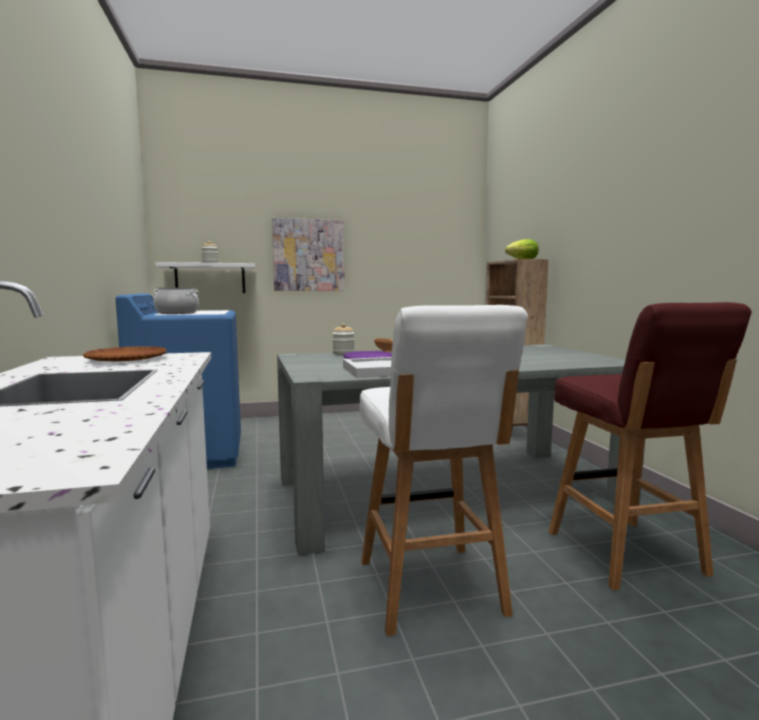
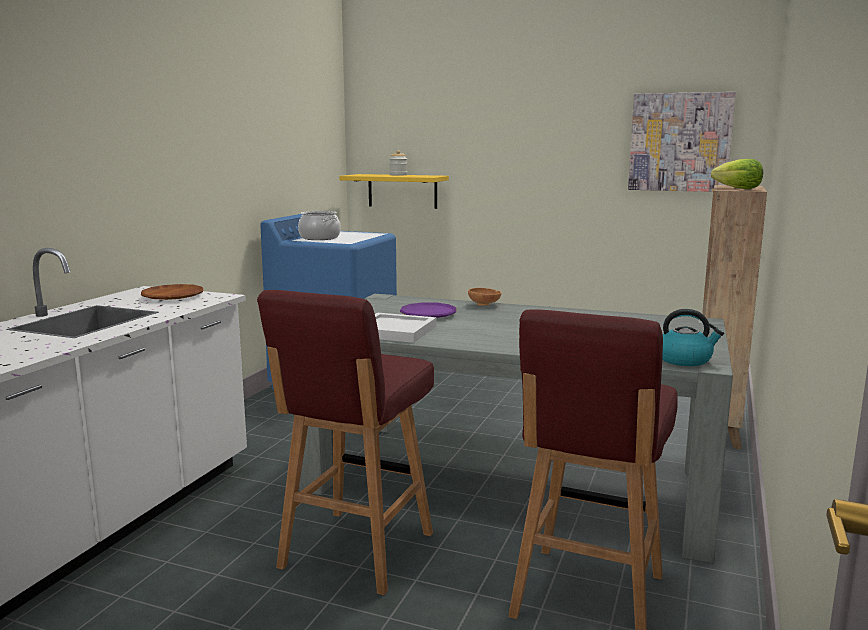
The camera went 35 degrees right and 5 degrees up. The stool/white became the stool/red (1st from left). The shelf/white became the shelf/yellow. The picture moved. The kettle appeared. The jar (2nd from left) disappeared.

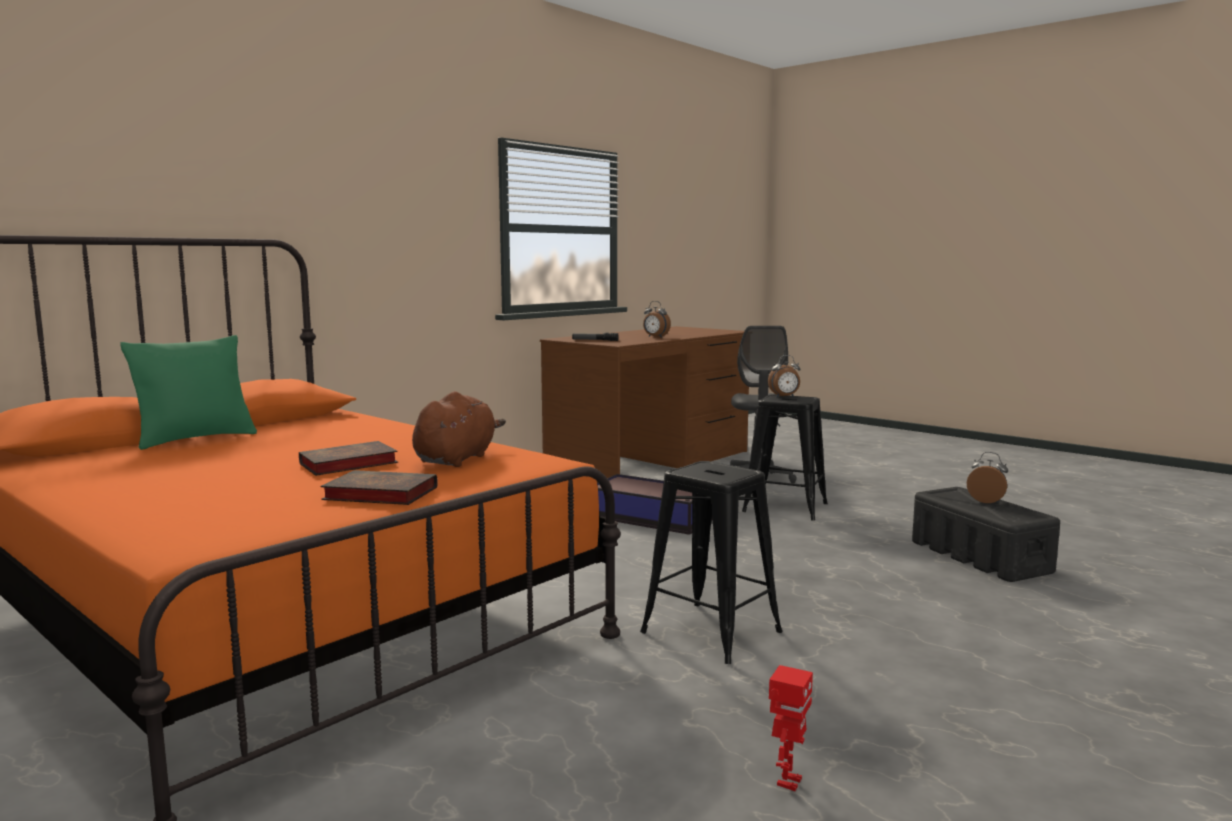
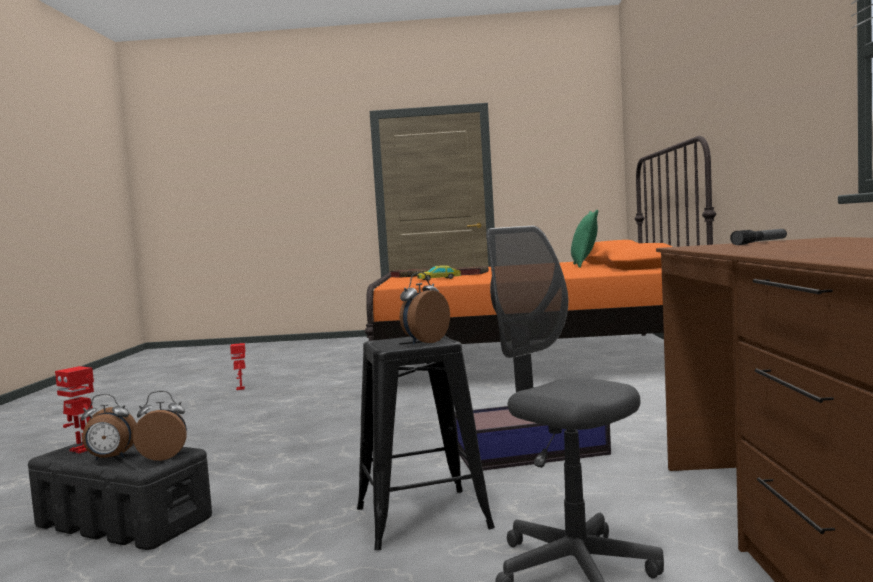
The camera went 140 degrees right and 5 degrees down. The toy robot (1st from left) appeared. The alarm clock (1st from left in the first image) moved. The plush toy/brown was replaced by the toy car. The stool/black (1st from left) disappeared.

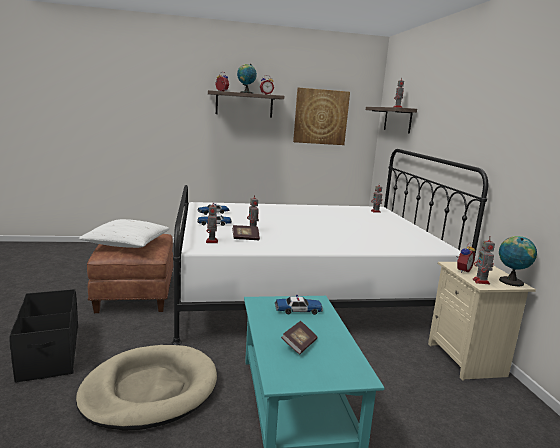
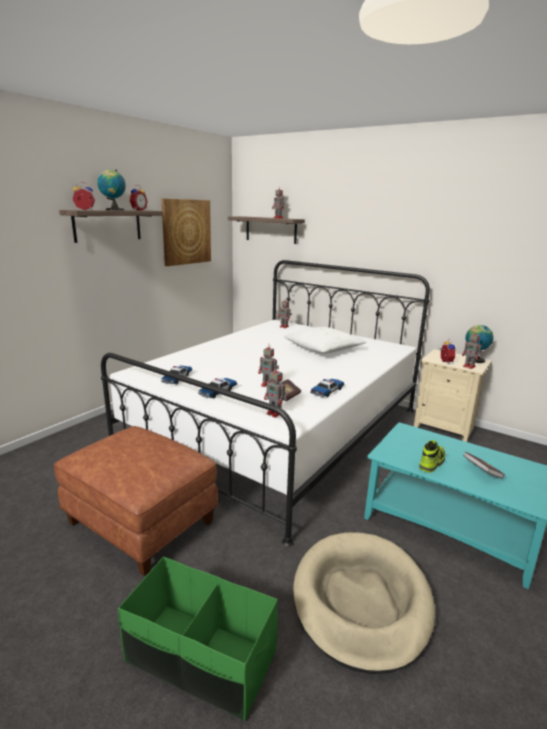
The camera went 45 degrees left and 5 degrees up. The storage box/black became the storage box/green. The pillow/white moved. The toy car (3rd from left) moved. The shoe appeared.

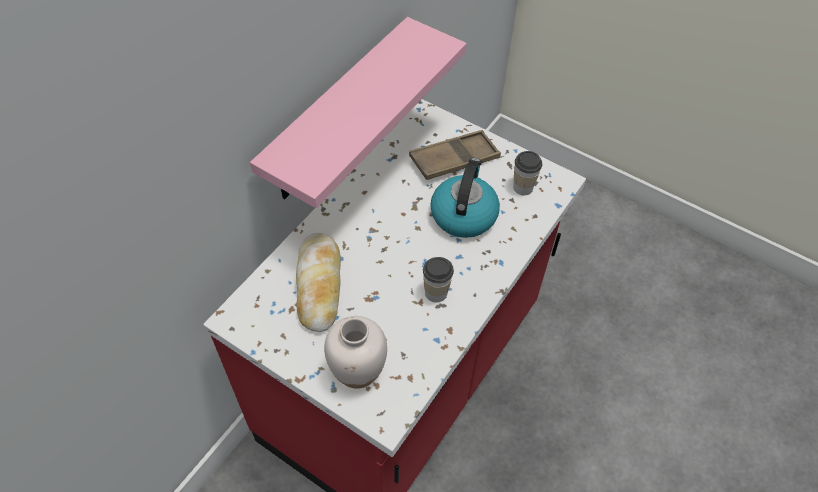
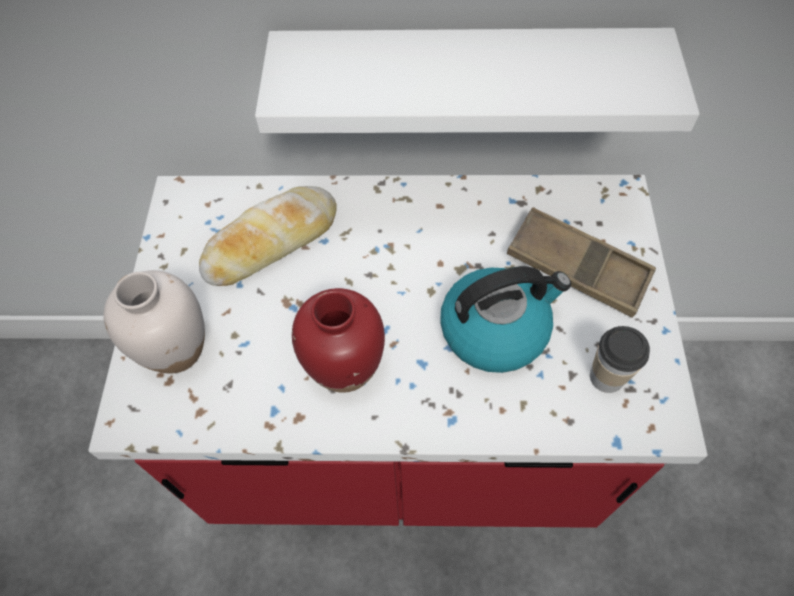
The camera went 60 degrees right and 5 degrees up. The shelf/pink became the shelf/white. The cup (1st from left) was replaced by the vase/red.

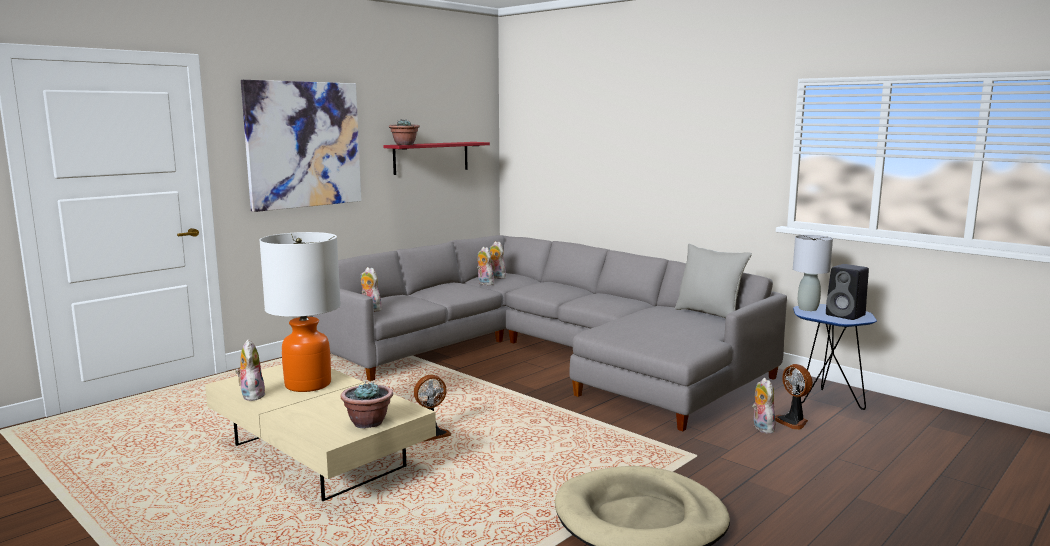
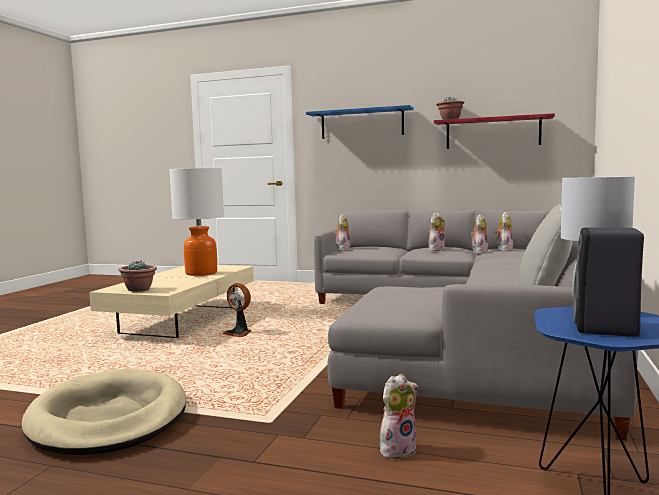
The camera went 65 degrees right and 5 degrees down. The picture was replaced by the shelf/blue. The plush toy (1st from left in the first image) moved. The fan (2nd from left) disappeared.

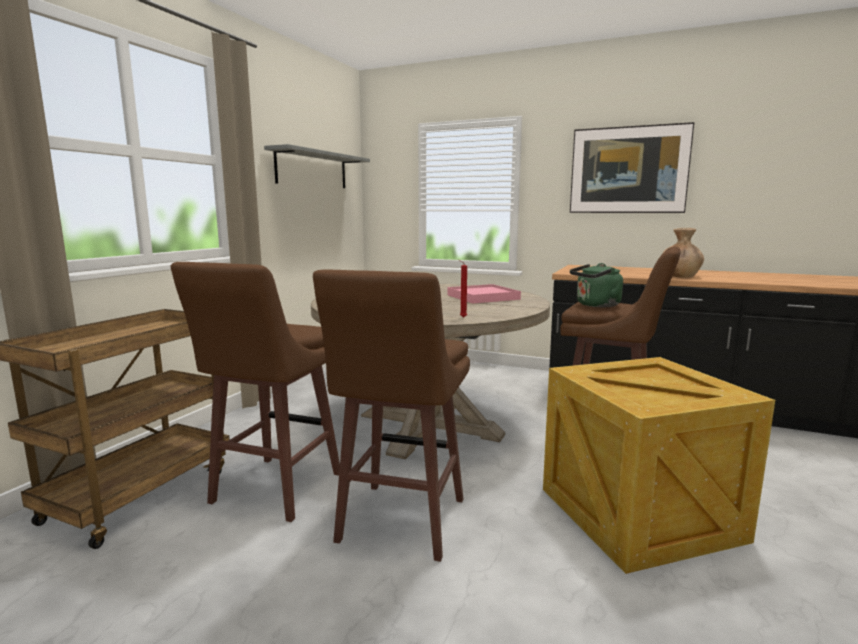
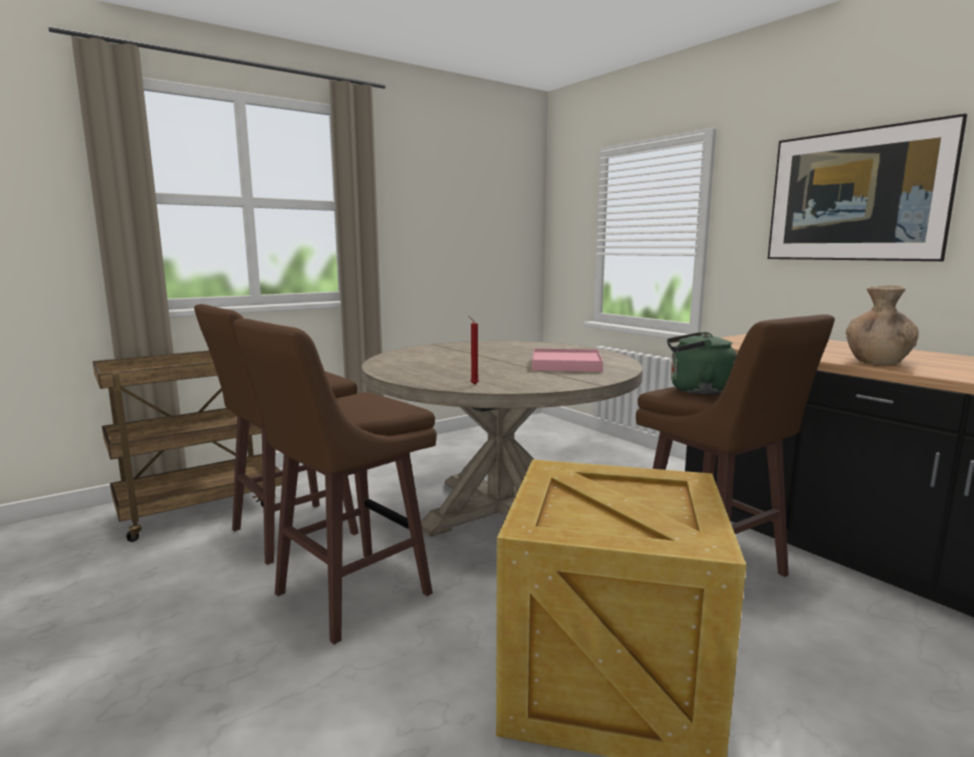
The camera went 30 degrees right and 0 degrees up. The shelf/grey disappeared.

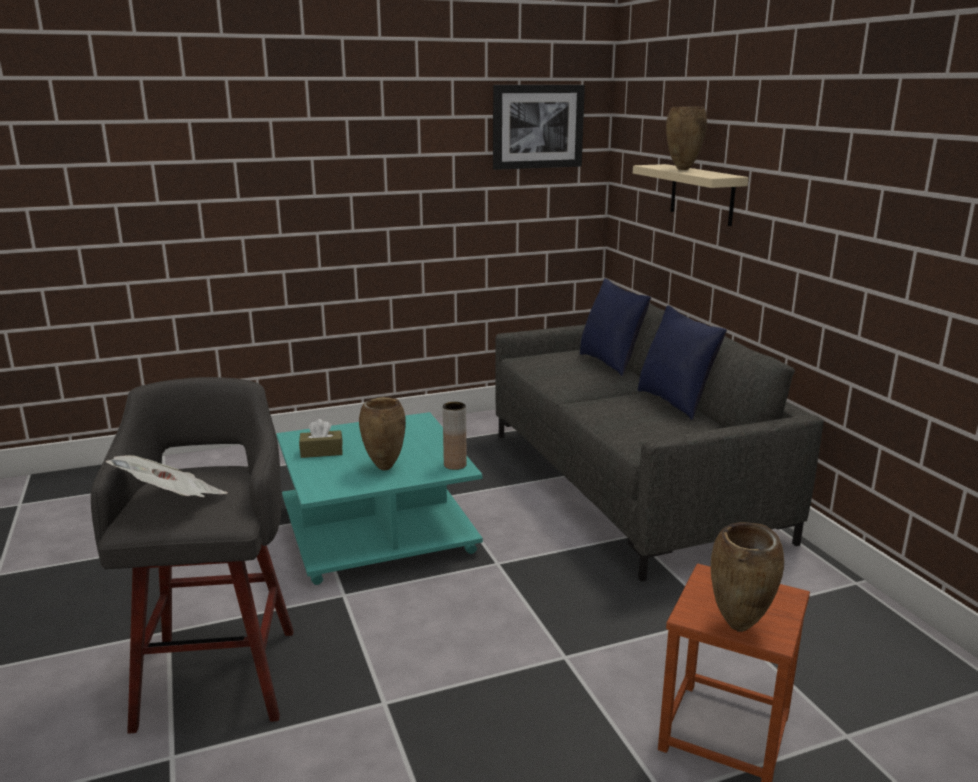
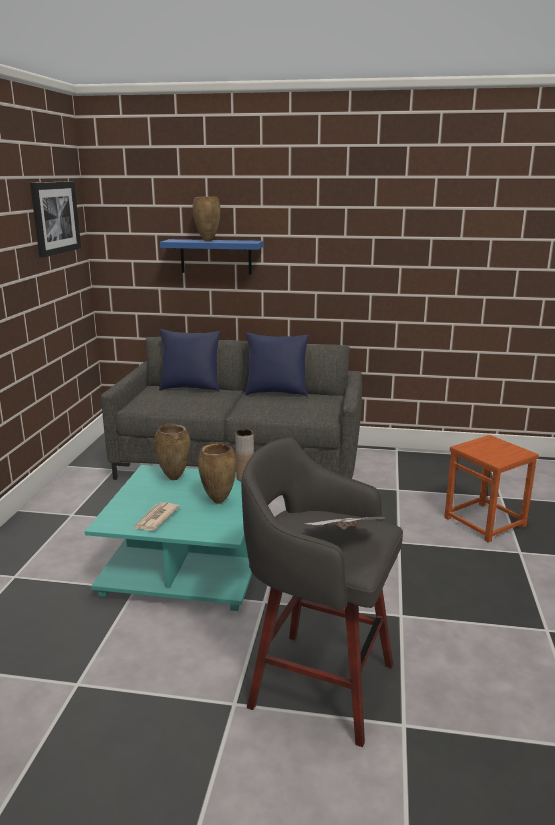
The camera went 60 degrees left and 0 degrees up. The tissue box/brown was replaced by the newspaper (1st from left). The vase/brown (4th from left in the first image) moved. The shelf/beige became the shelf/blue.

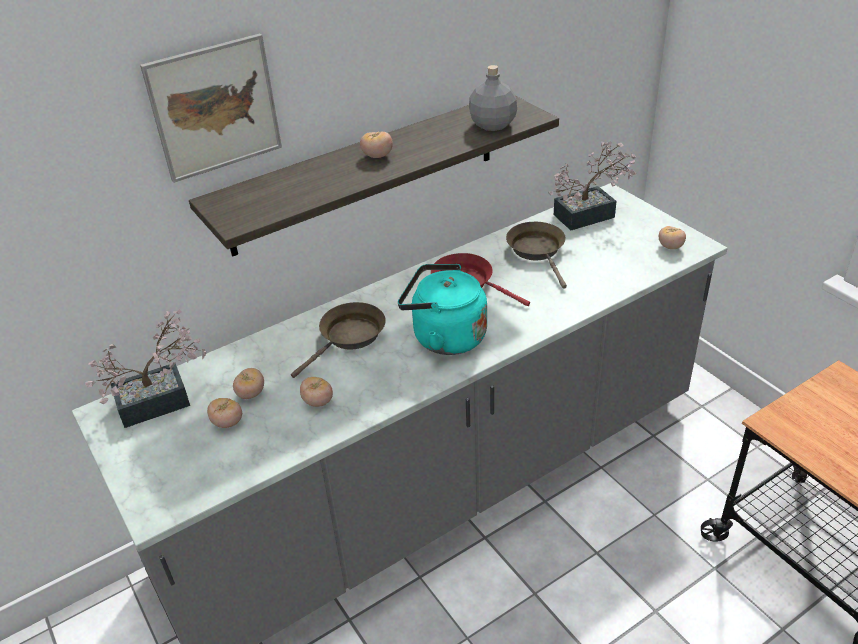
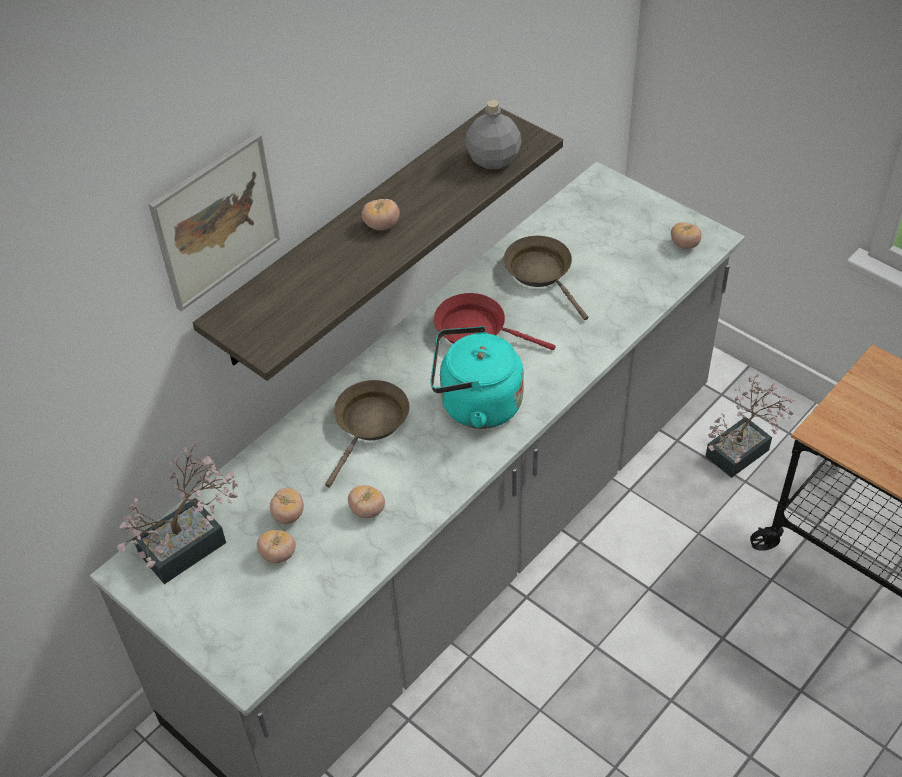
The camera went 15 degrees left and 10 degrees up. The potted plant (2nd from left) moved.

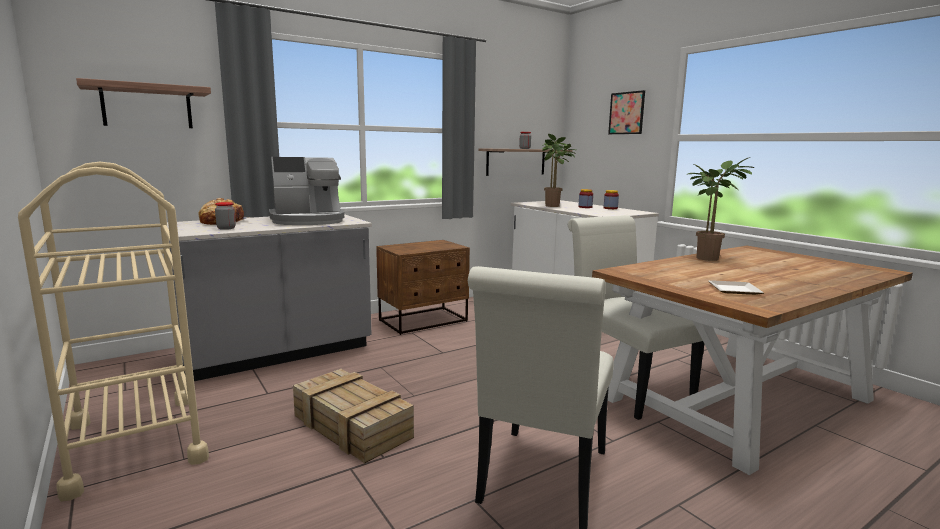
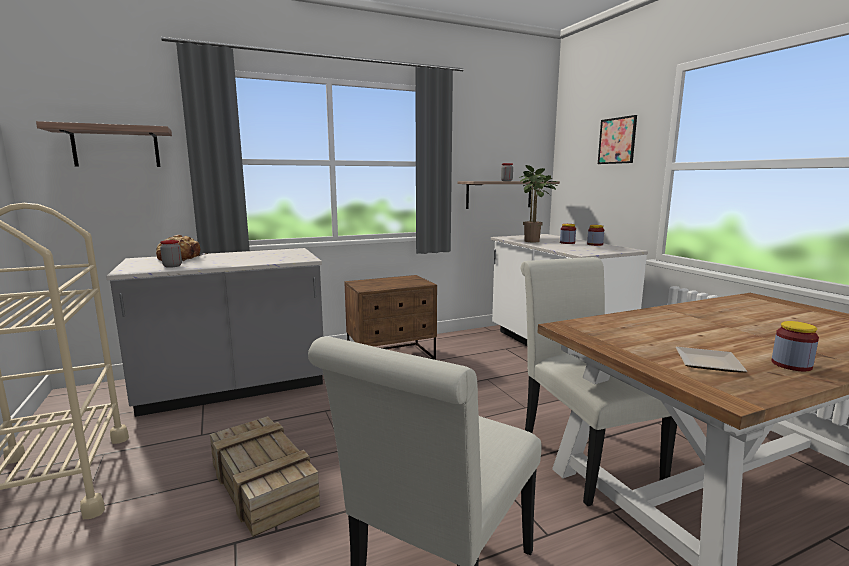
The camera went 10 degrees right and 0 degrees up. The jar (5th from left) appeared. The coffee machine disappeared. The potted plant (2nd from left) disappeared.

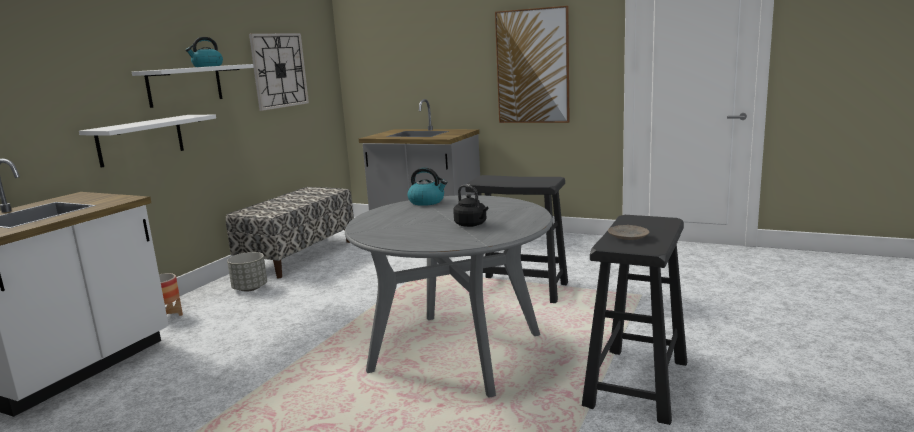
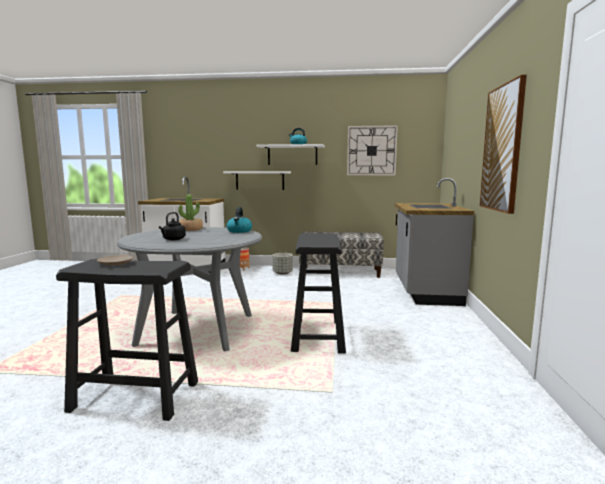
The camera went 70 degrees right and 5 degrees down. The potted plant appeared.

